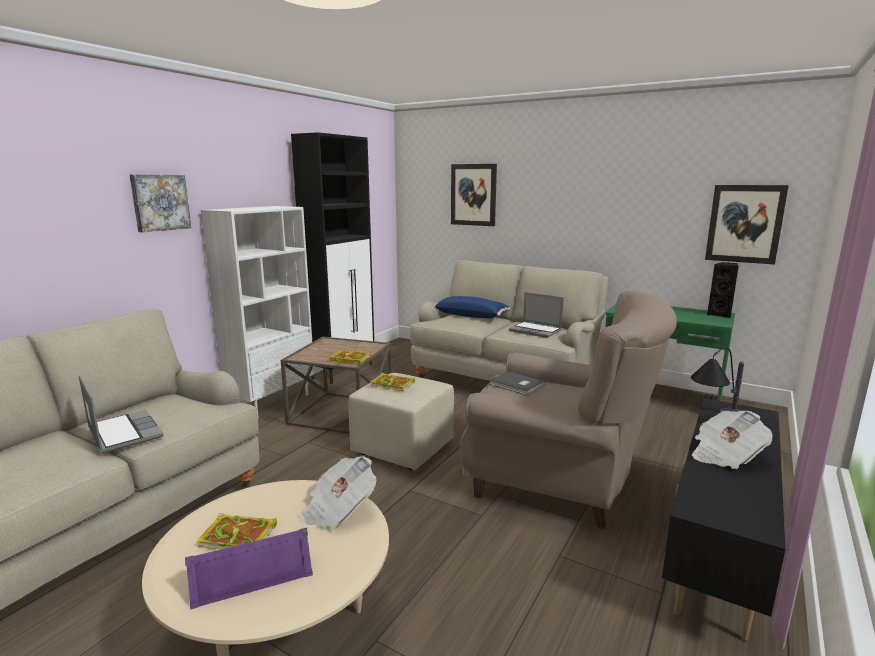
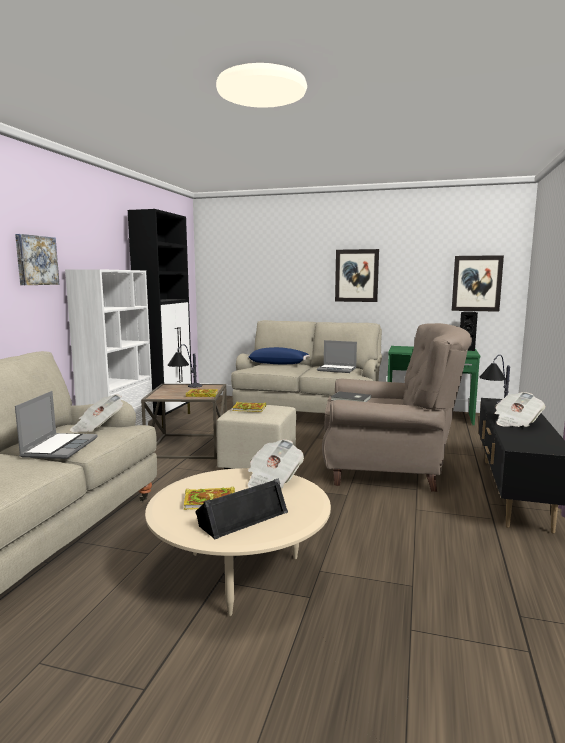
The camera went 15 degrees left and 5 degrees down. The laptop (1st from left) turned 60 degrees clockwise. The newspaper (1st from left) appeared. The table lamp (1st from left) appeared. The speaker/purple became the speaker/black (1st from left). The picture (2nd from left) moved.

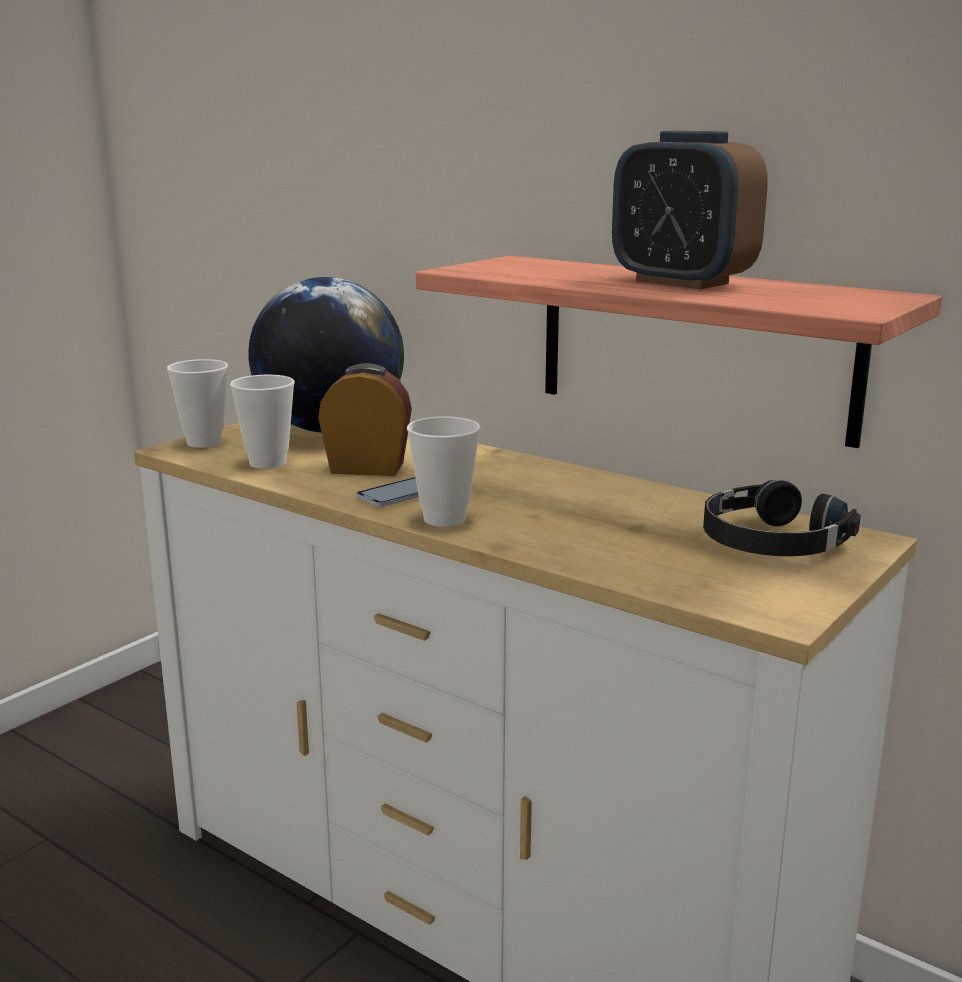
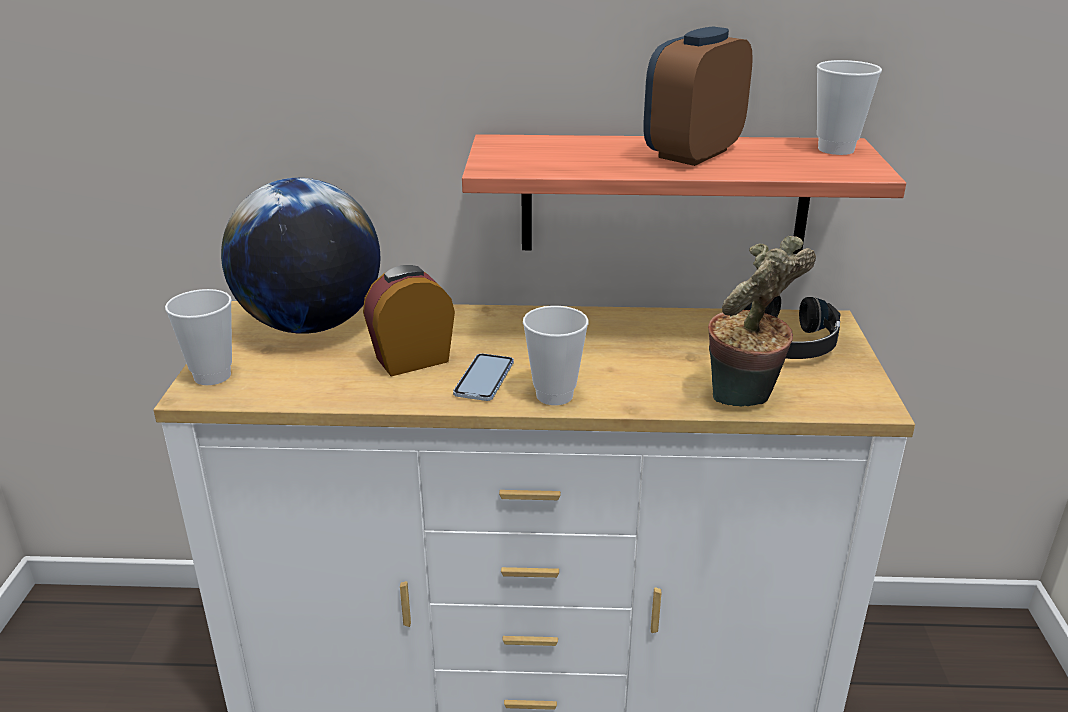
The camera went 35 degrees left and 10 degrees up. The alarm clock (2nd from left) turned 120 degrees clockwise. The potted plant appeared. The cup (2nd from left in the first image) moved.

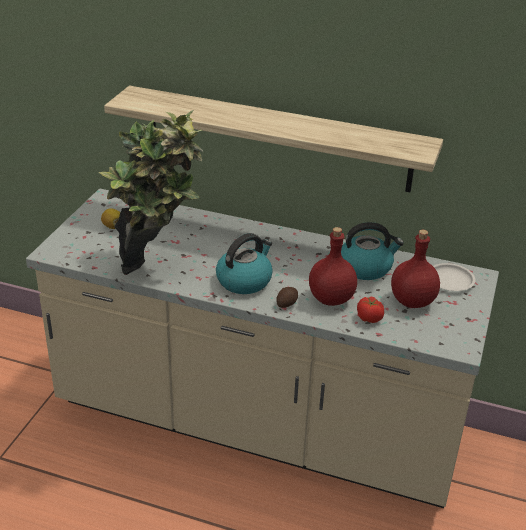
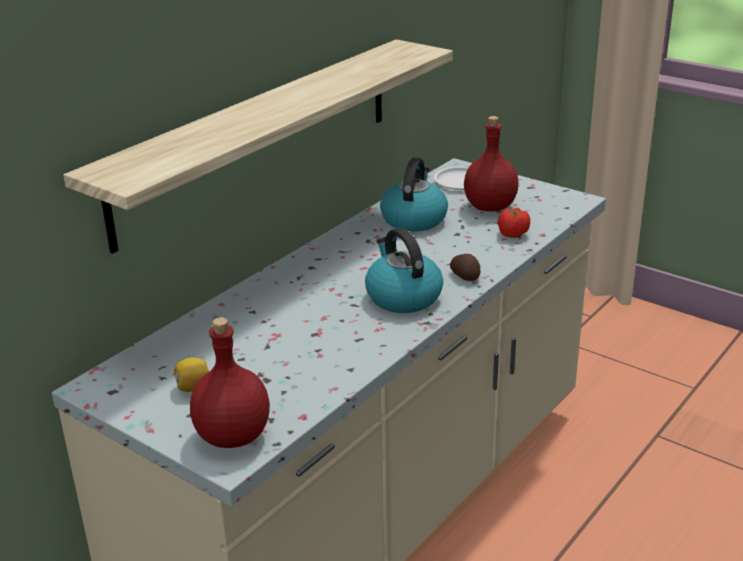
The camera went 70 degrees left and 5 degrees down. The bottle/red (1st from left) moved. The potted plant disappeared.

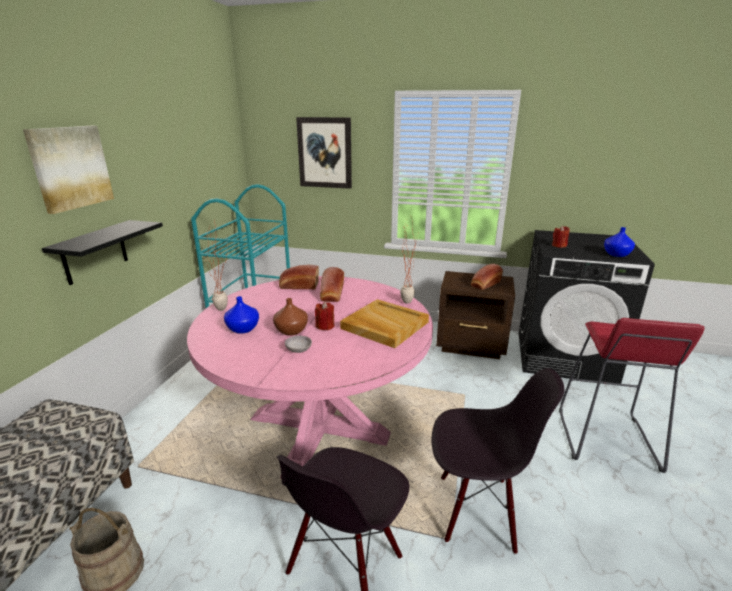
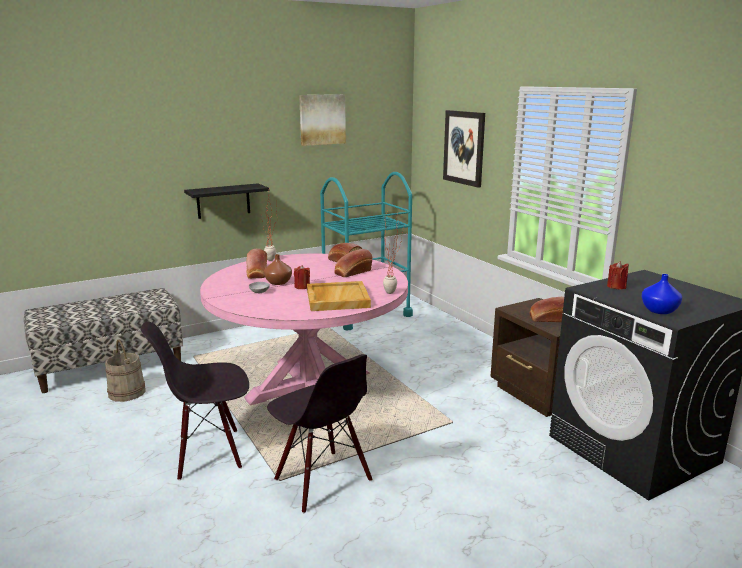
The camera went 45 degrees right and 5 degrees down. The vase/blue (1st from left) was replaced by the bread (1st from left). The picture (1st from left) moved. The stool/red disappeared.

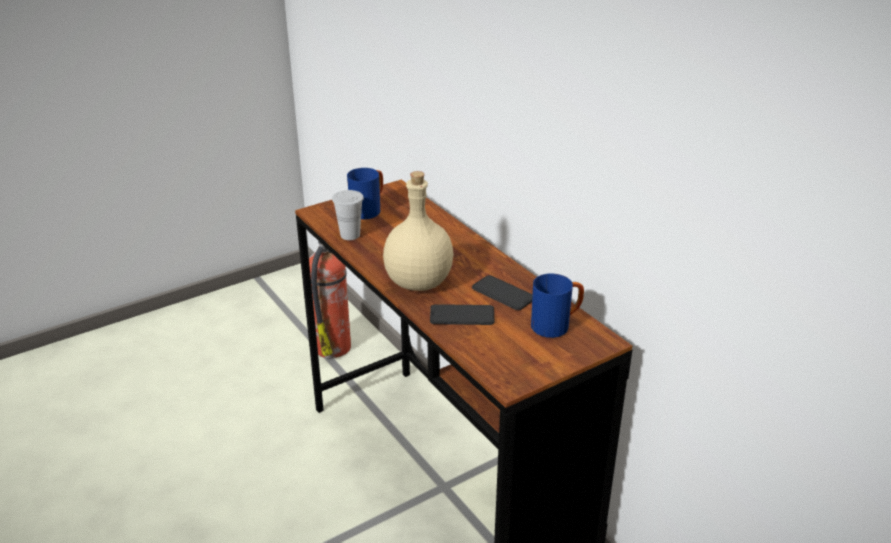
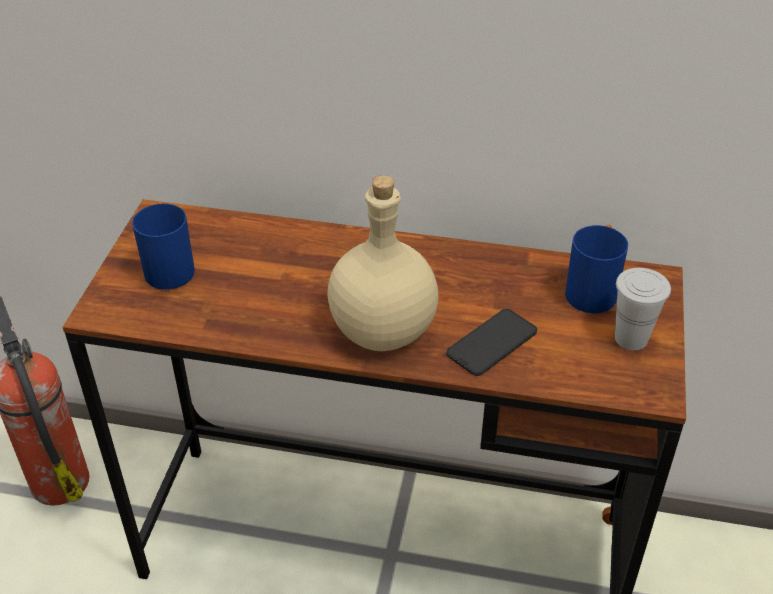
The camera went 45 degrees left and 10 degrees up. The cup/white moved. The phone (2nd from left) disappeared.

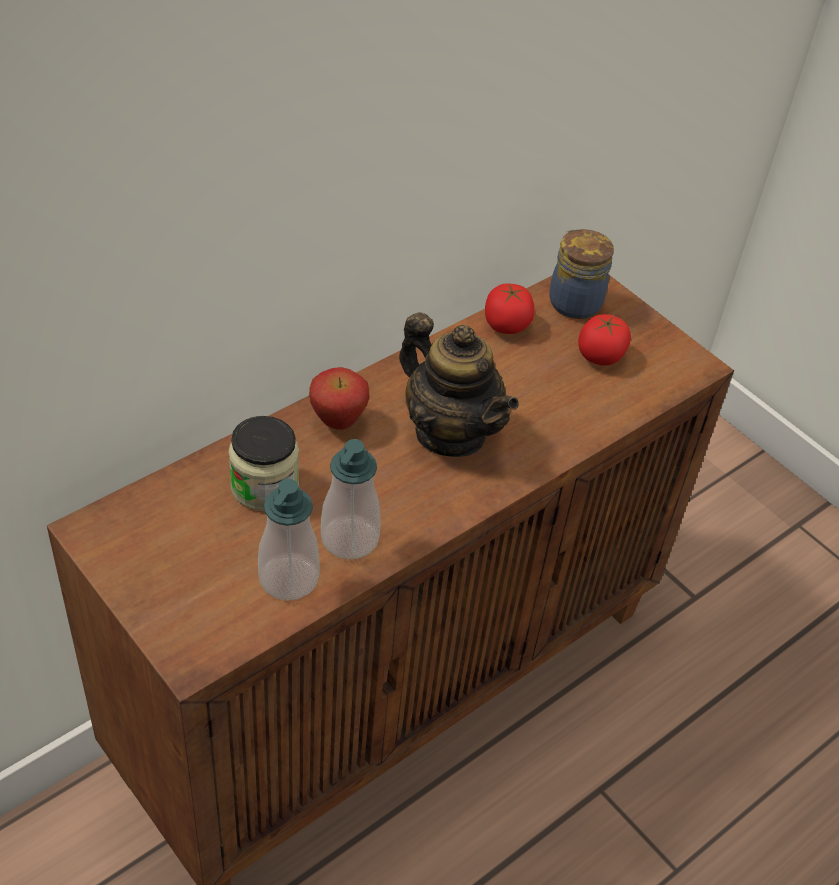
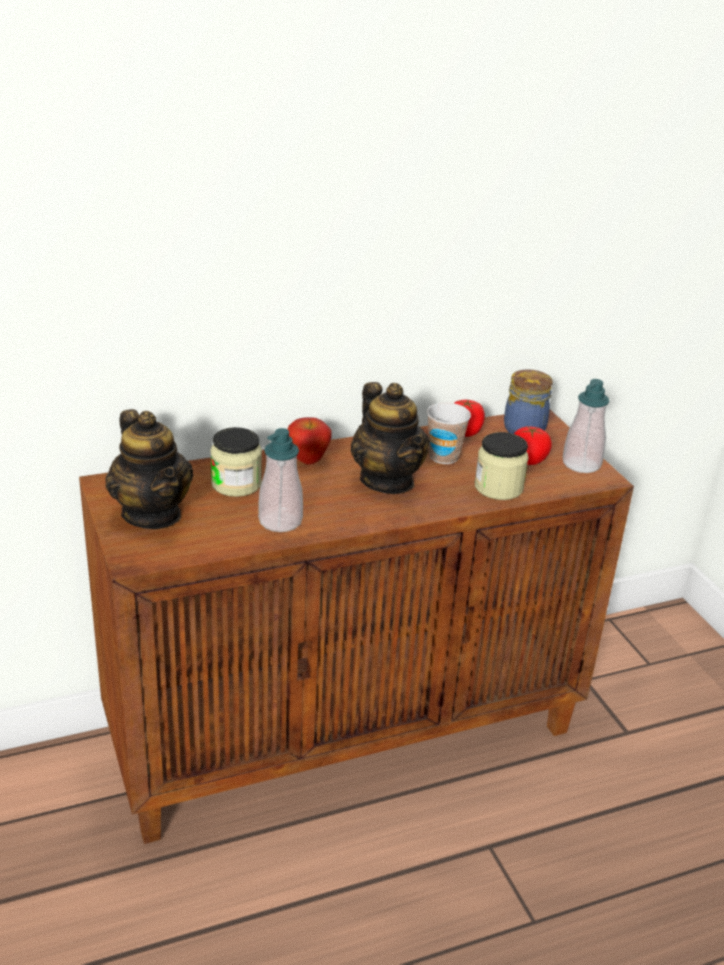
The camera went 20 degrees right and 15 degrees down. The teapot (1st from left) appeared. The cup appeared. The jar (2nd from left) appeared. The soap dispenser (1st from left in the first image) moved.

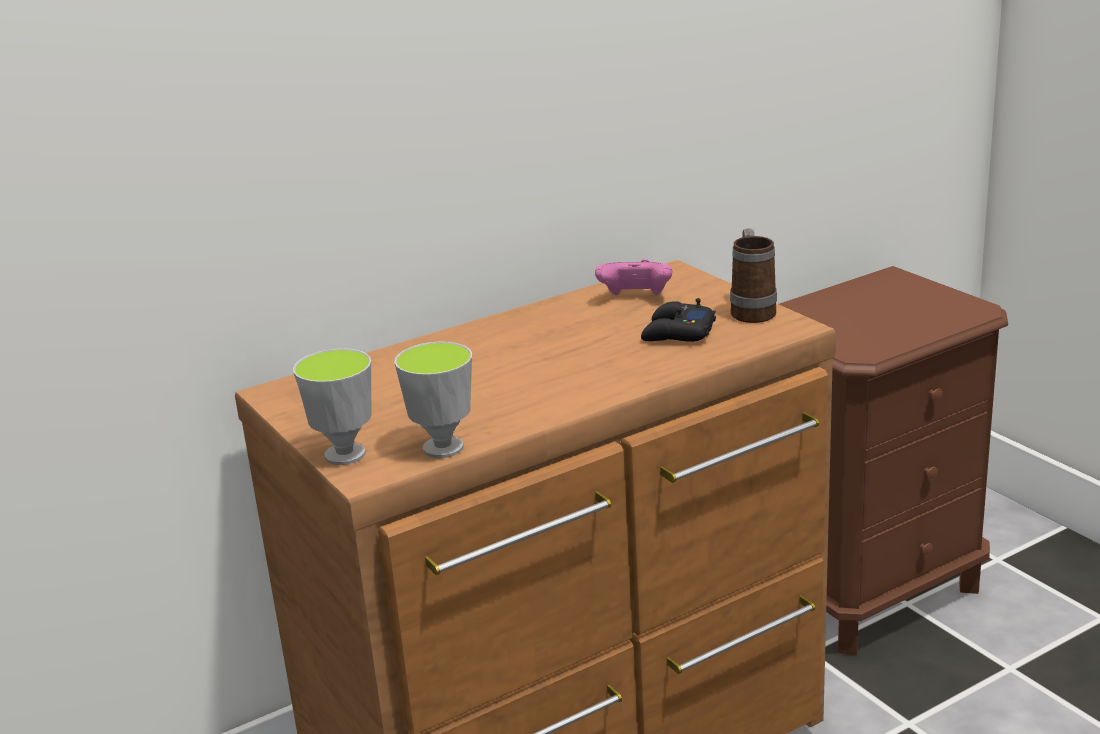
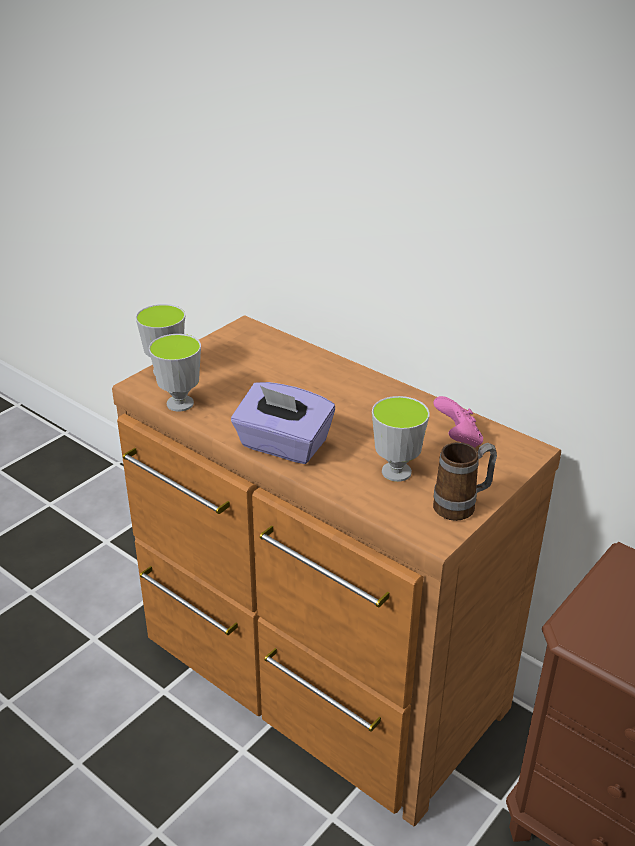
The camera went 70 degrees right and 10 degrees up. The tissue box/purple appeared. The game controller/black was replaced by the cup (3rd from left).

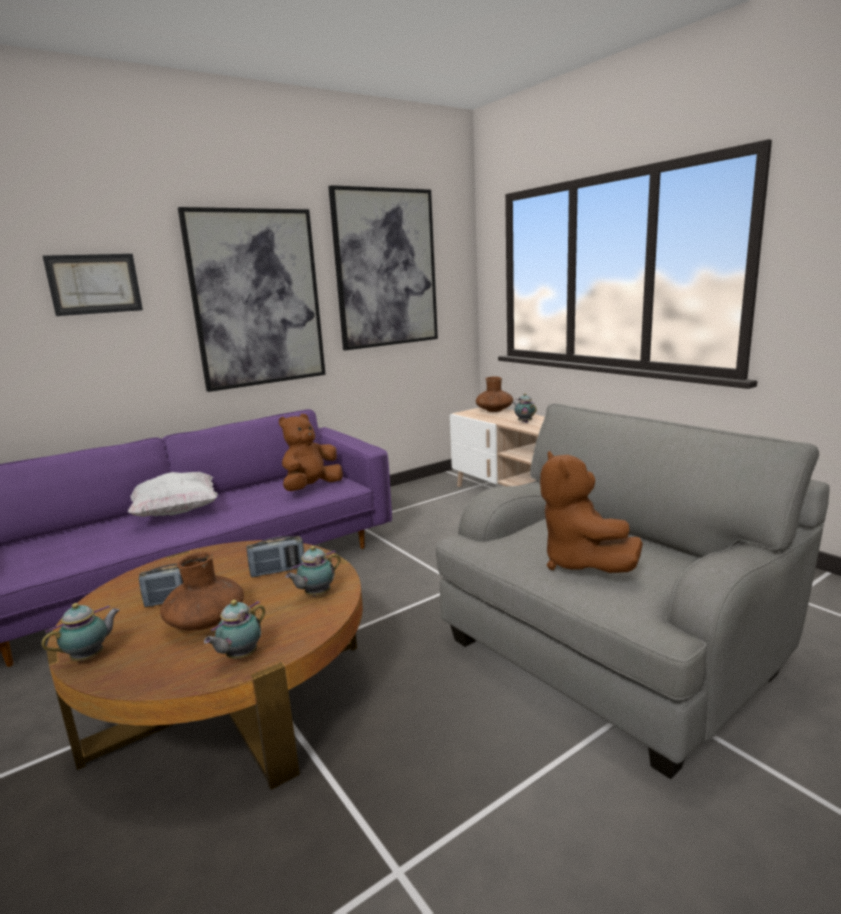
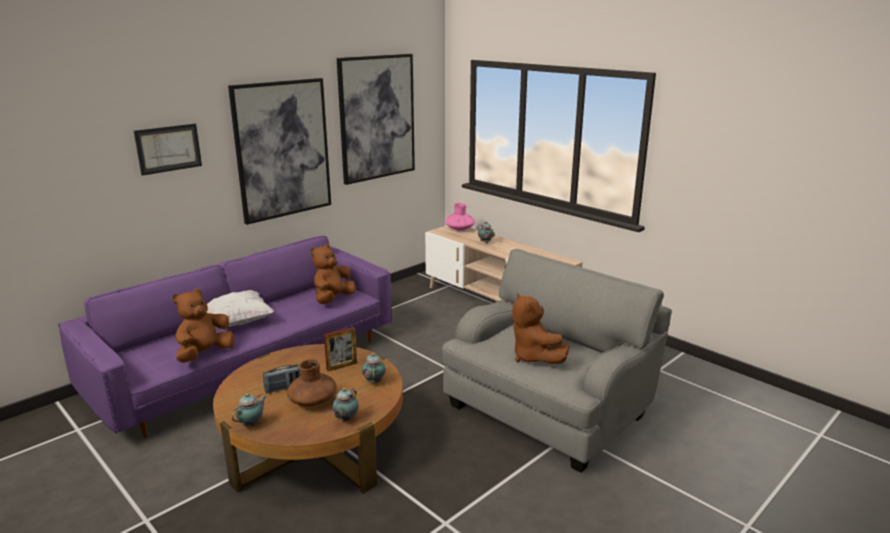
The camera went 10 degrees left and 5 degrees up. The plush toy/brown (1st from left) appeared. The radio (2nd from left) was replaced by the picture frame. The teapot (3rd from left) turned 135 degrees clockwise. The vase/brown (2nd from left) became the vase/pink.

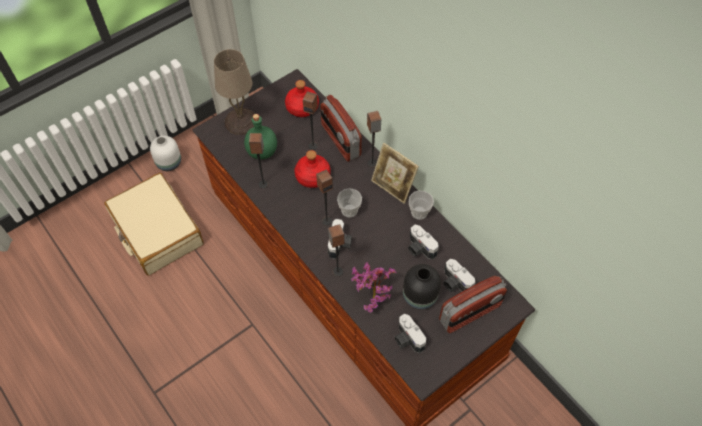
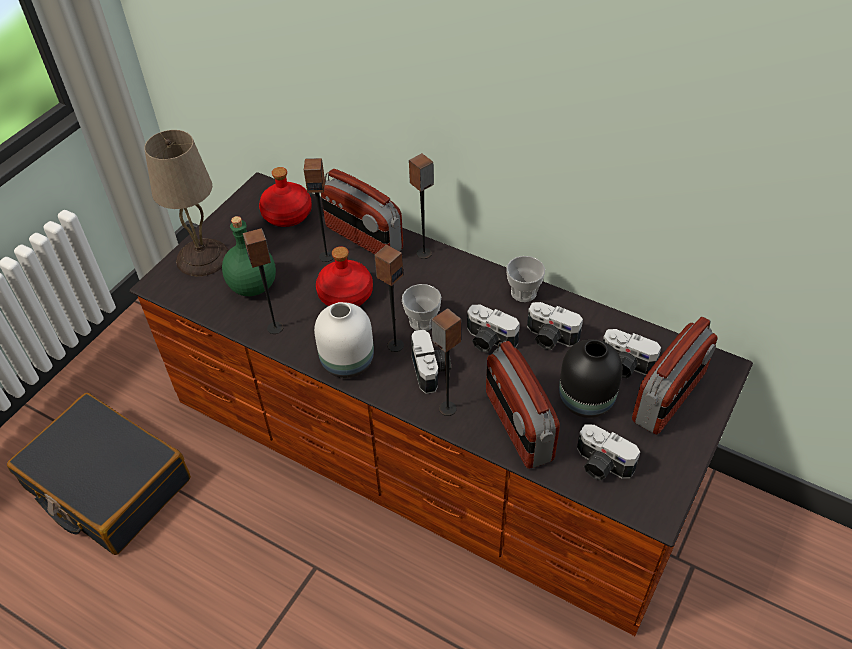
The camera went 20 degrees left and 10 degrees down. The suitcase/beige became the suitcase/black. The vase/white moved. The photo camera (2nd from left) appeared. The potted plant was replaced by the radio (2nd from left). The picture frame disappeared.

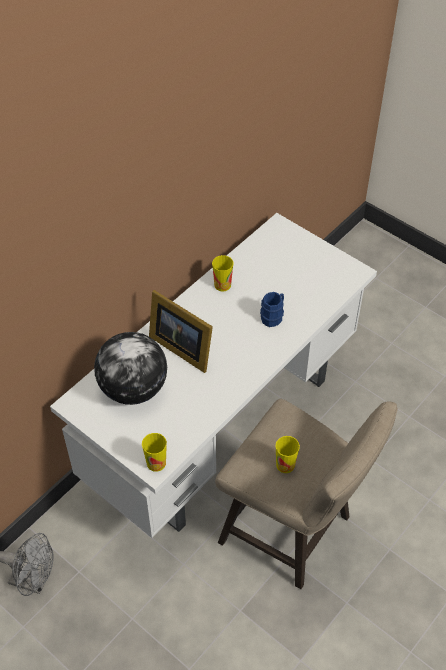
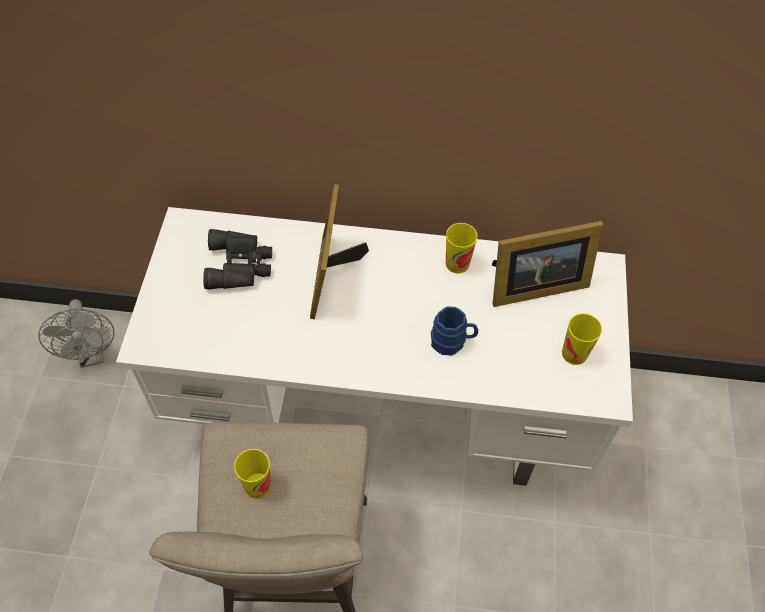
The camera went 55 degrees right and 5 degrees up. The globe was replaced by the binoculars/black. The picture frame (2nd from left) appeared. The cup (1st from left in the first image) moved.

